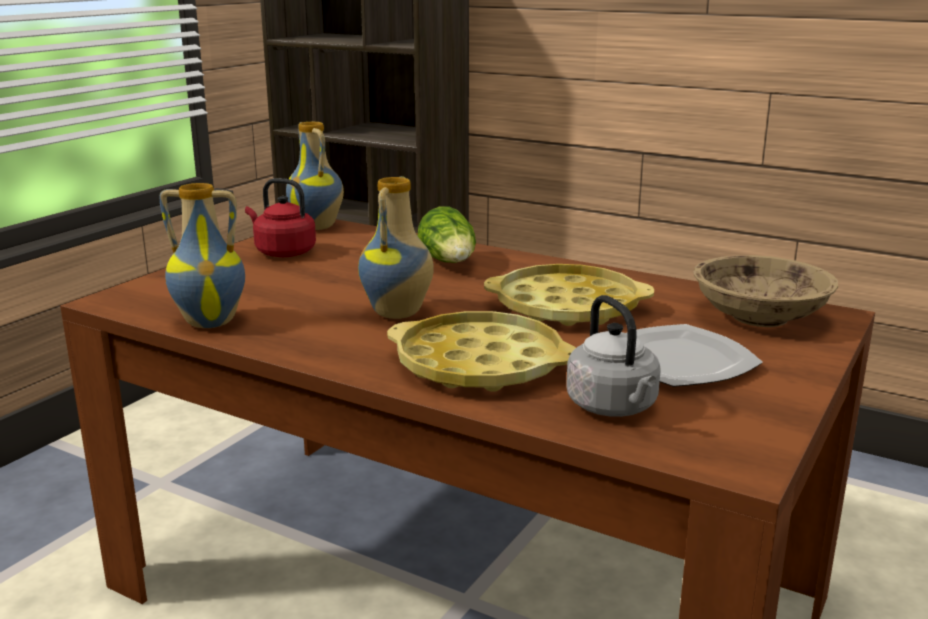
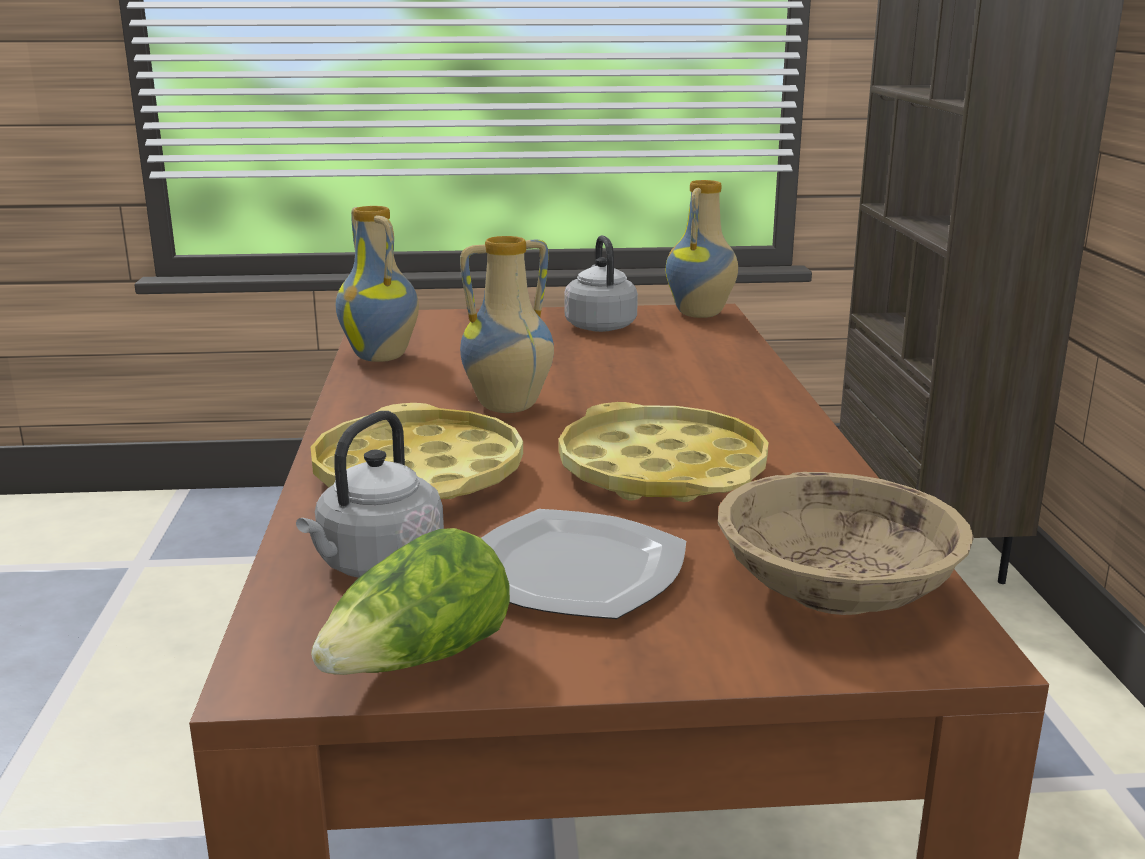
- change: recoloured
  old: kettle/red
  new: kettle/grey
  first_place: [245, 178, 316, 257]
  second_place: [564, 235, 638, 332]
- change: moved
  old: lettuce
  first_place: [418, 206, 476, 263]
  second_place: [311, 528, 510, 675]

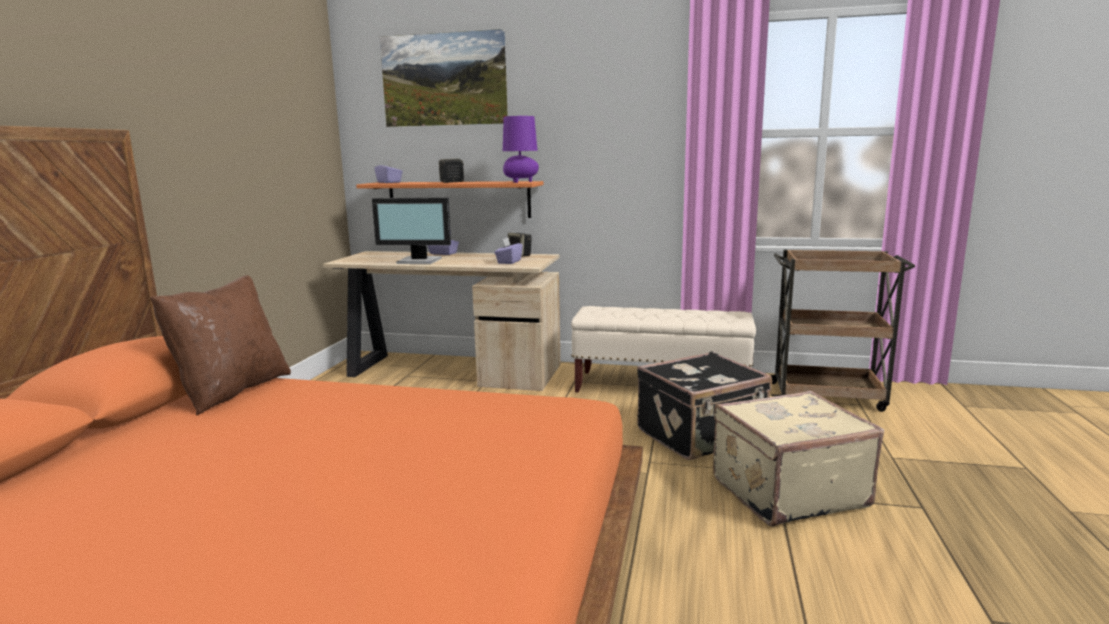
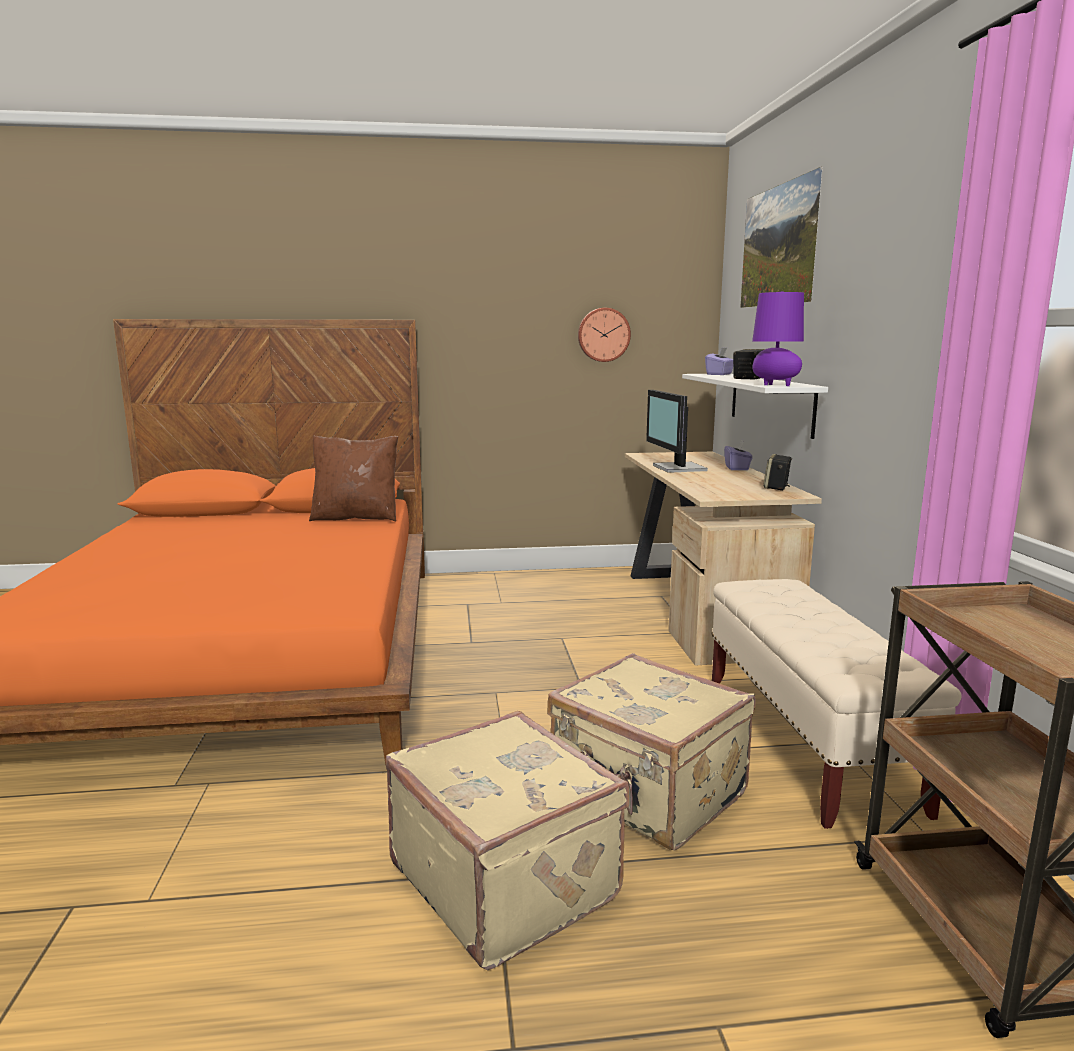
- change: recoloured
  old: shelf/orange
  new: shelf/white
  first_place: [356, 181, 544, 218]
  second_place: [682, 374, 828, 439]
- change: removed
  old: tissue box/purple
  first_place: [495, 237, 523, 264]
- change: recoloured
  old: suitcase/black
  new: suitcase/beige
  first_place: [637, 351, 772, 460]
  second_place: [547, 653, 755, 850]
- change: added
  new: wall clock
  second_place: [578, 308, 631, 362]

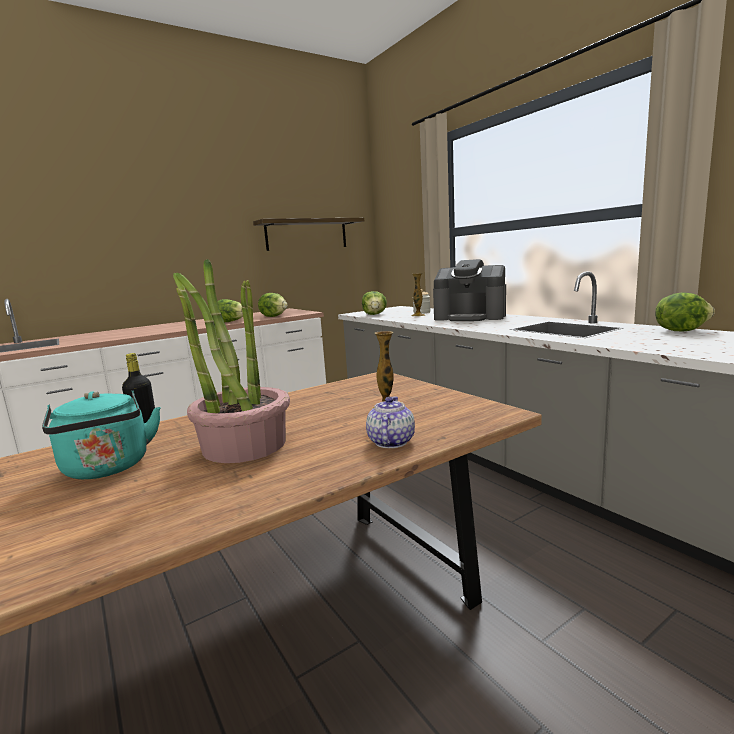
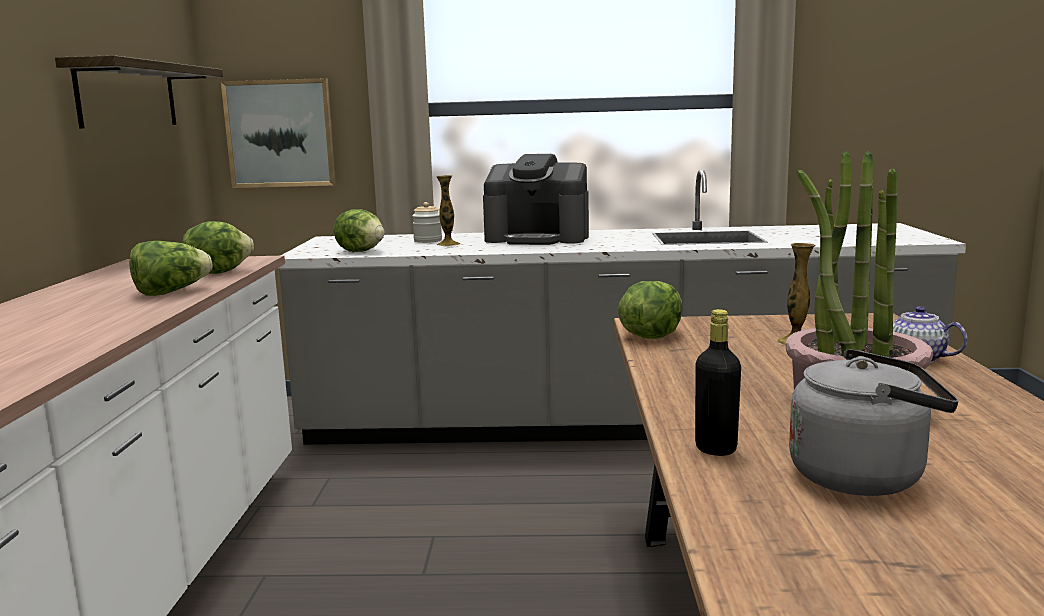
- change: recoloured
  old: kettle/turquoise
  new: kettle/grey
  first_place: [42, 391, 161, 479]
  second_place: [789, 349, 959, 496]
- change: turned
  old: coffee machine
  first_place: [433, 259, 506, 321]
  second_place: [483, 154, 589, 245]
  degrees: 45
- change: moved
  old: lettuce
  first_place: [655, 292, 715, 331]
  second_place: [618, 281, 682, 339]
- change: added
  new: picture
  second_place: [221, 78, 336, 188]

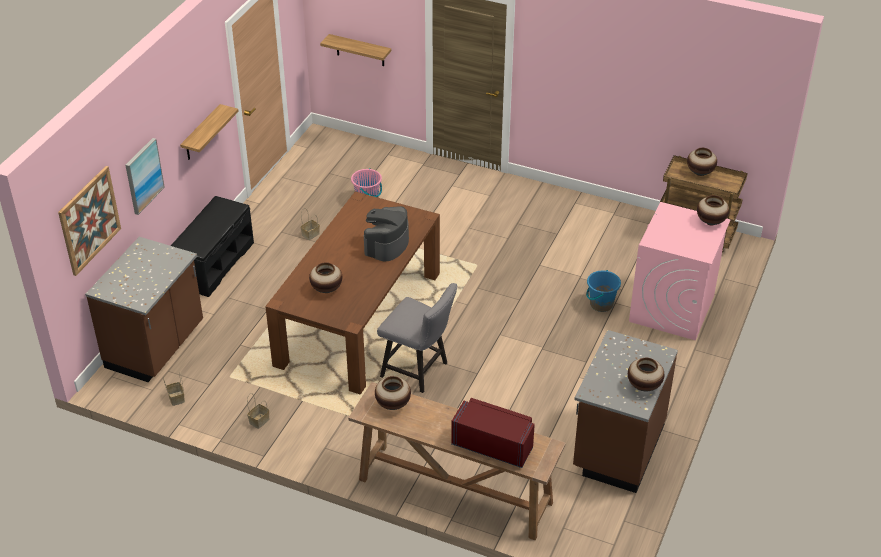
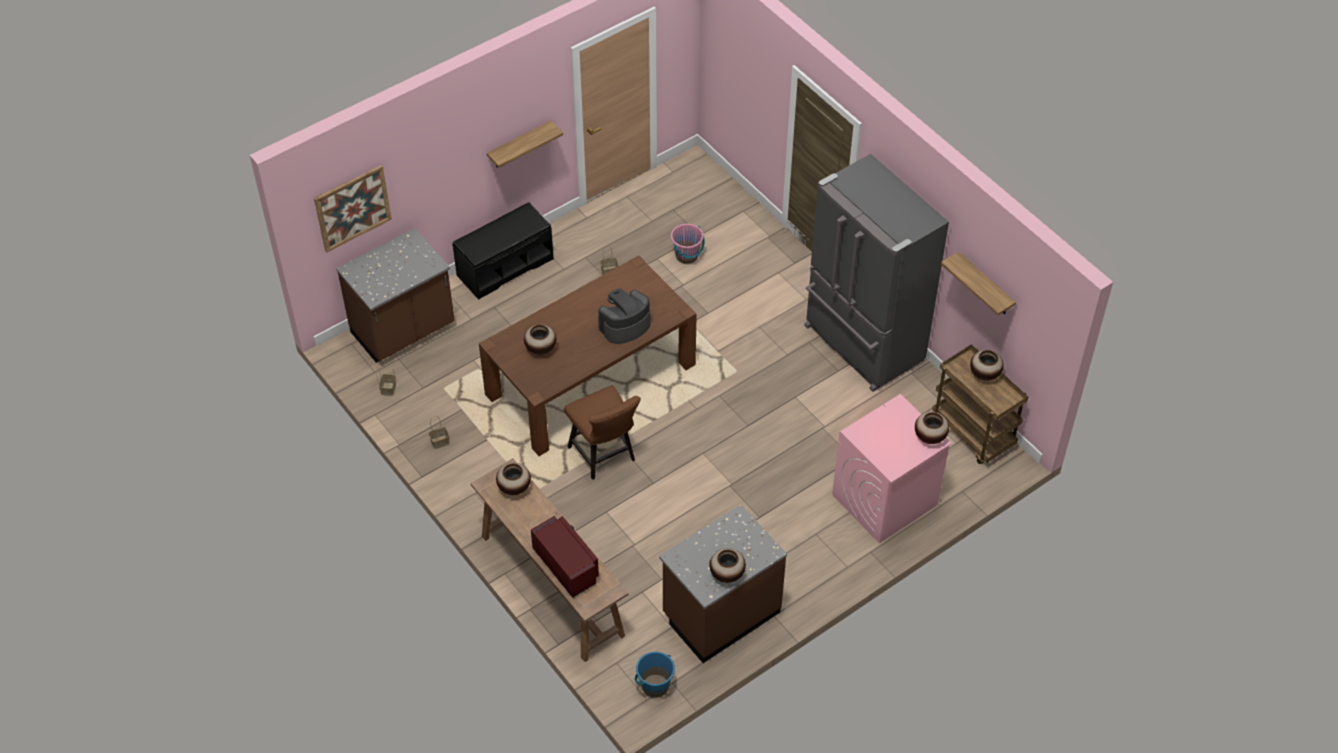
- change: removed
  old: picture
  first_place: [125, 138, 165, 215]
- change: moved
  old: shelf
  first_place: [320, 34, 391, 66]
  second_place: [941, 252, 1016, 315]
- change: recoloured
  old: chair/grey
  new: chair/brown
  first_place: [377, 283, 457, 393]
  second_place: [564, 385, 641, 480]
- change: moved
  old: bucket/blue
  first_place: [586, 270, 621, 312]
  second_place: [635, 652, 675, 698]
- change: added
  new: fridge/grey
  second_place: [804, 154, 949, 392]

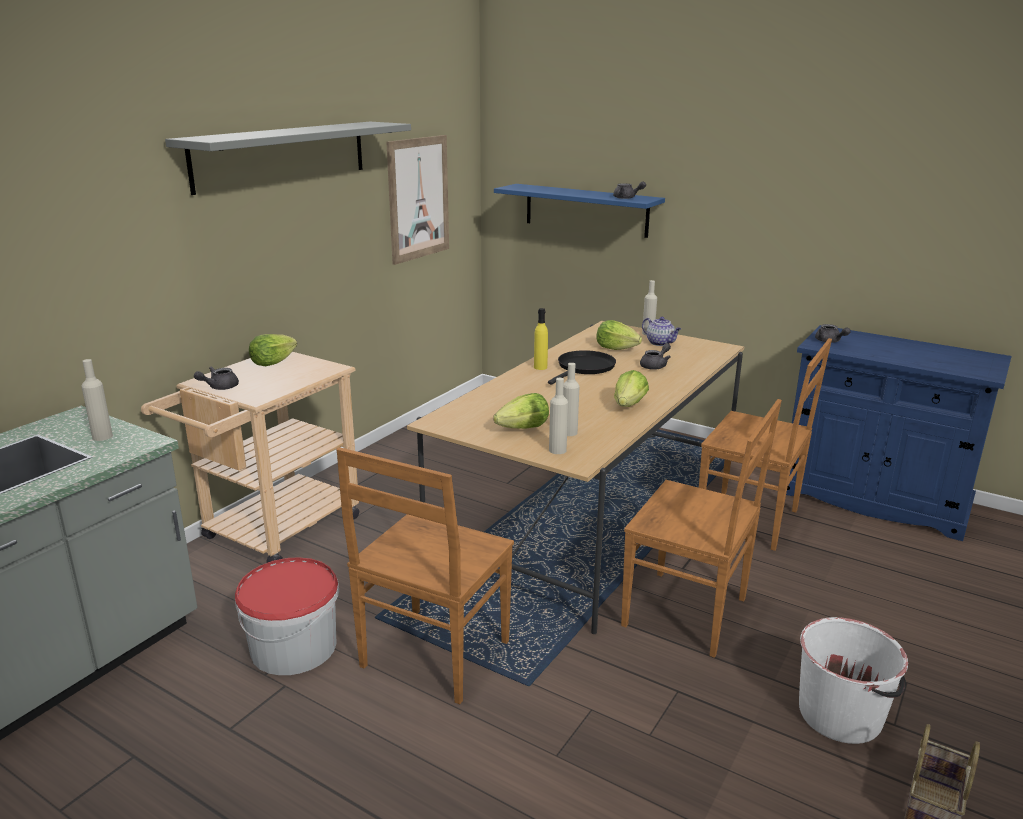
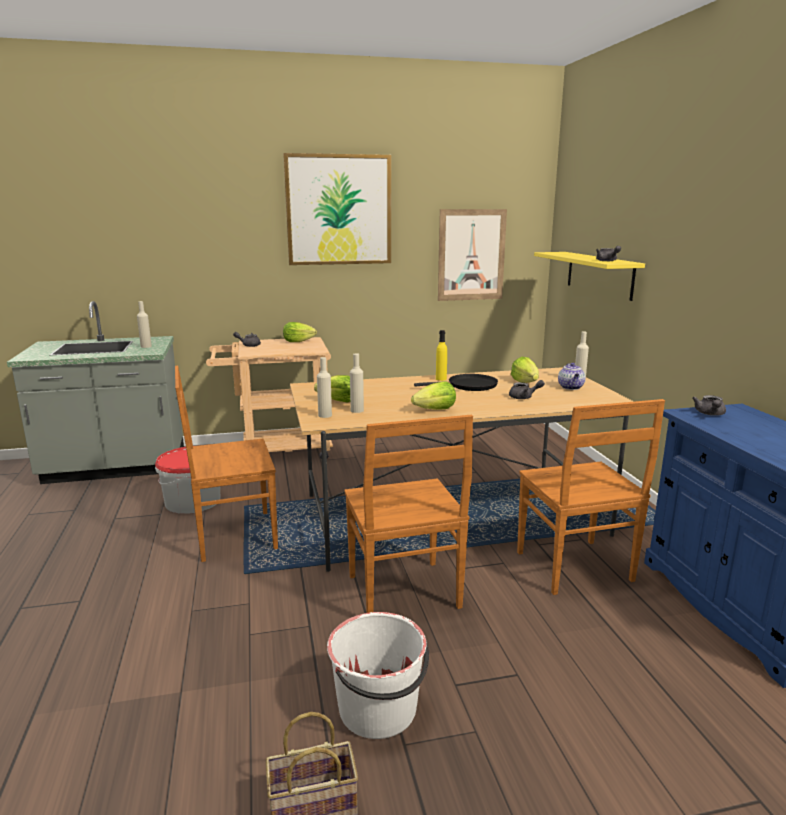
- change: replaced
  old: shelf/grey
  new: picture
  first_place: [165, 122, 411, 195]
  second_place: [283, 153, 391, 265]
- change: recoloured
  old: shelf/blue
  new: shelf/yellow
  first_place: [494, 184, 665, 238]
  second_place: [534, 252, 645, 301]

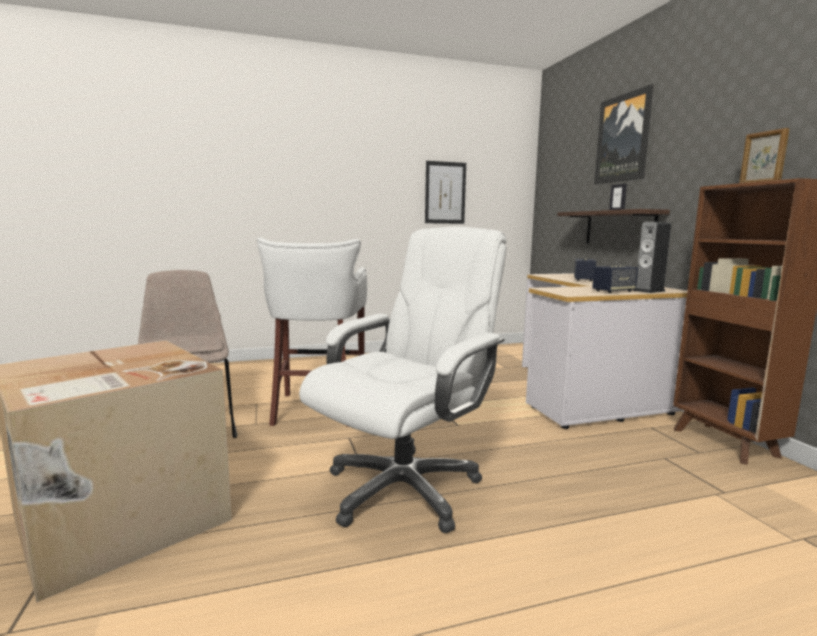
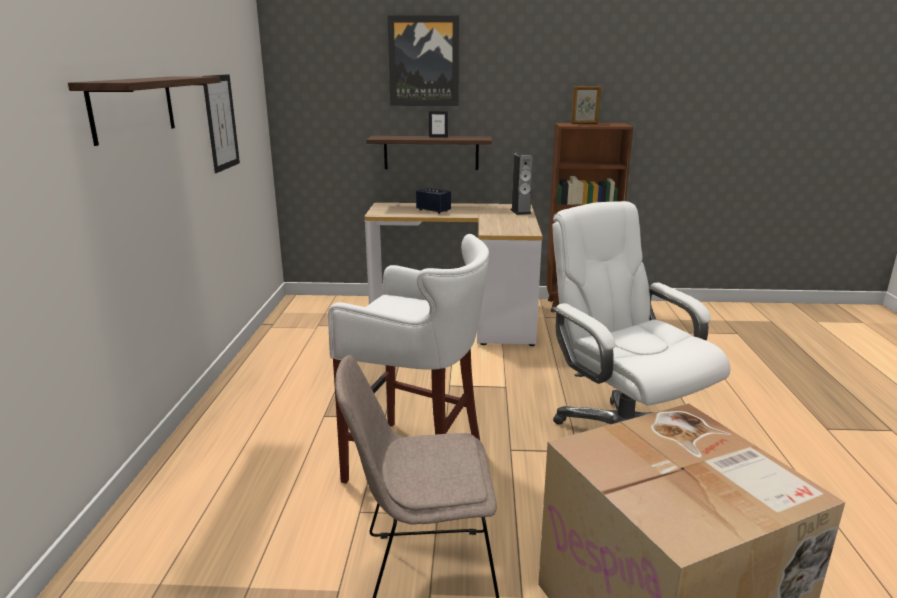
- change: removed
  old: speaker
  first_place: [592, 265, 638, 293]
- change: added
  new: shelf
  second_place: [68, 76, 220, 146]

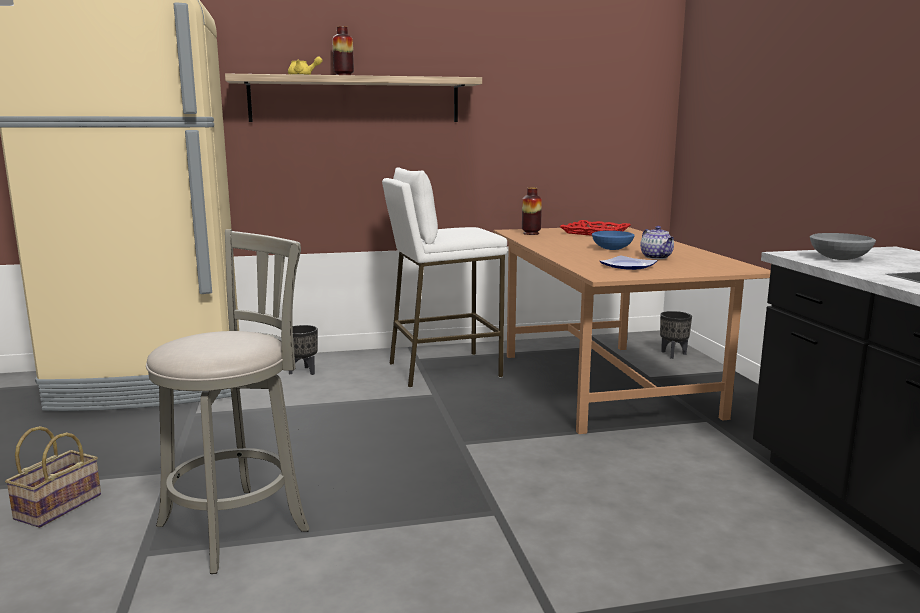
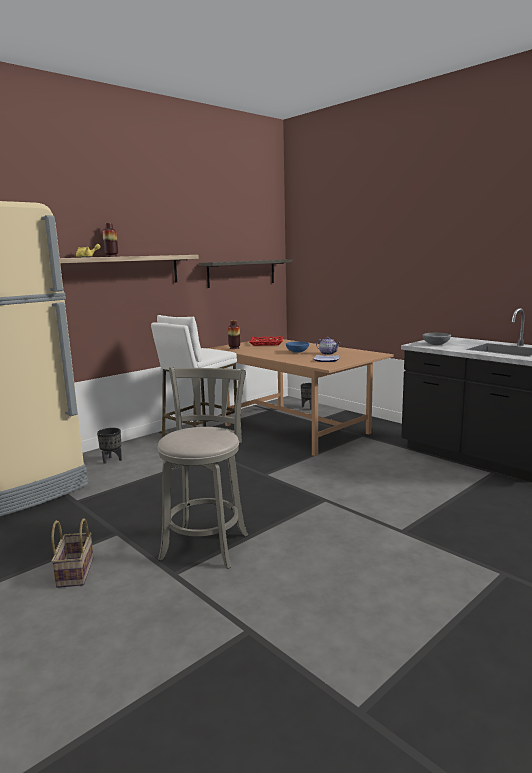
- change: added
  new: shelf
  second_place: [199, 259, 292, 288]

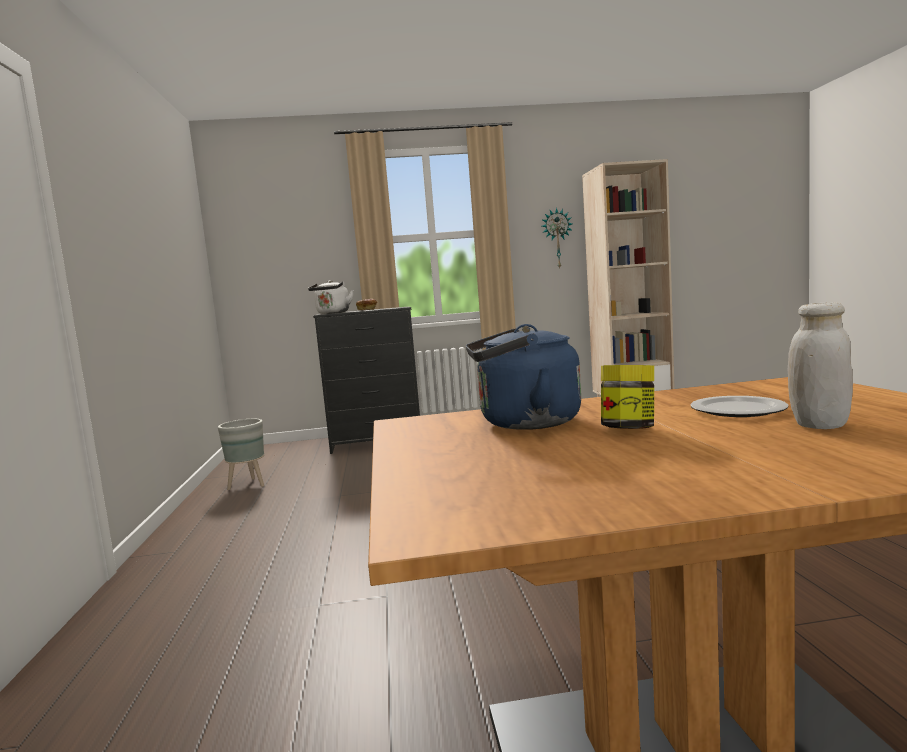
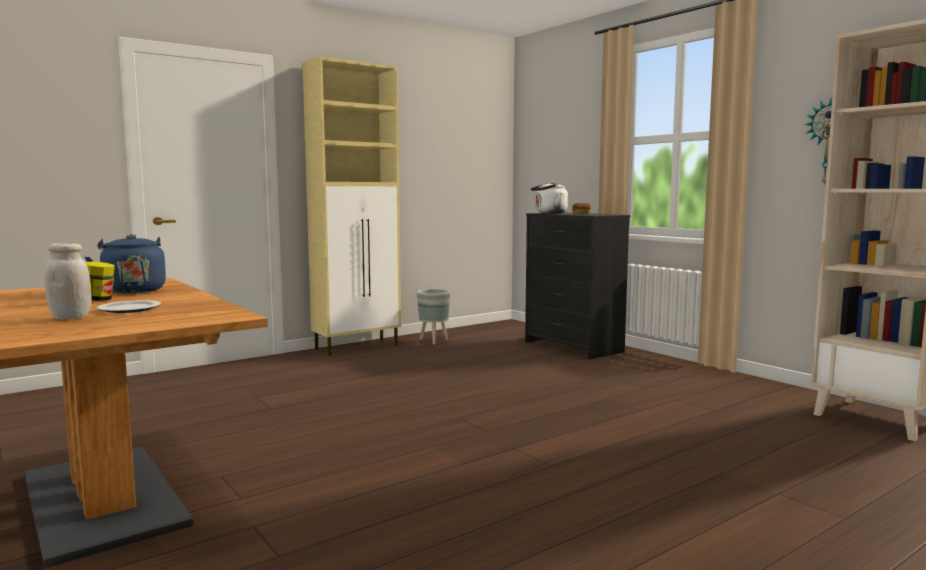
- change: added
  new: cabinet/beige
  second_place: [302, 56, 401, 356]

